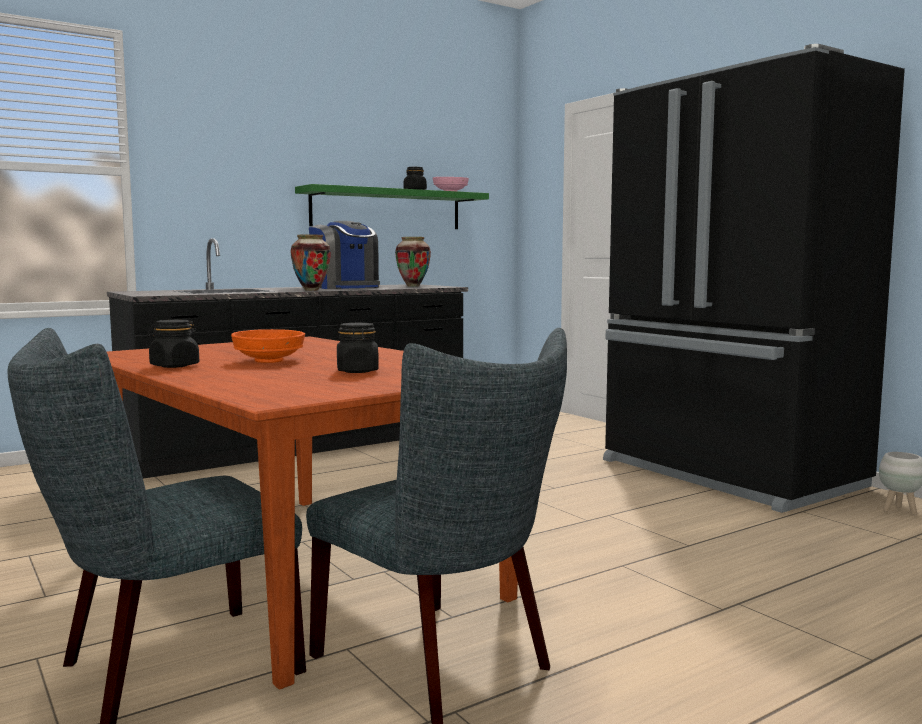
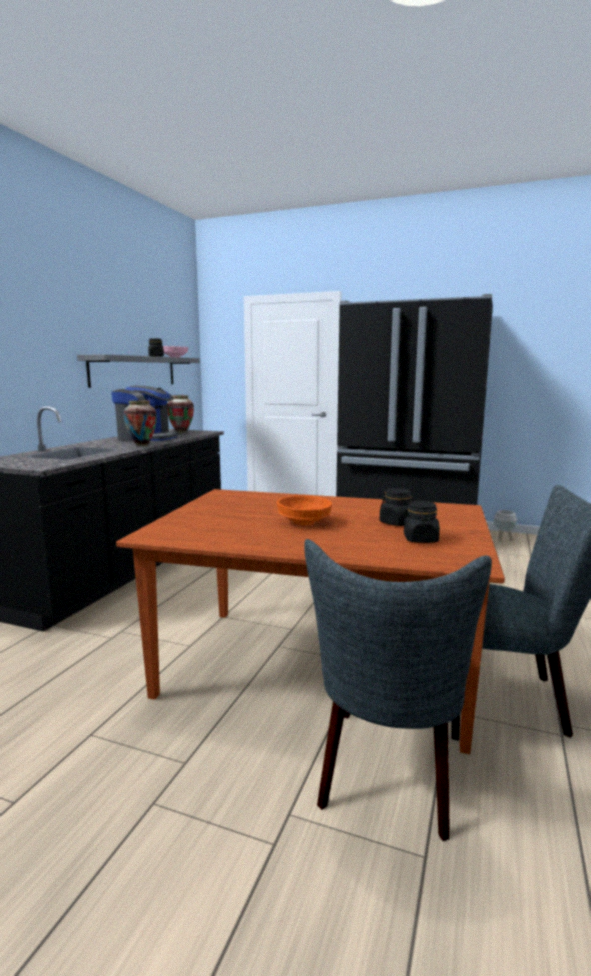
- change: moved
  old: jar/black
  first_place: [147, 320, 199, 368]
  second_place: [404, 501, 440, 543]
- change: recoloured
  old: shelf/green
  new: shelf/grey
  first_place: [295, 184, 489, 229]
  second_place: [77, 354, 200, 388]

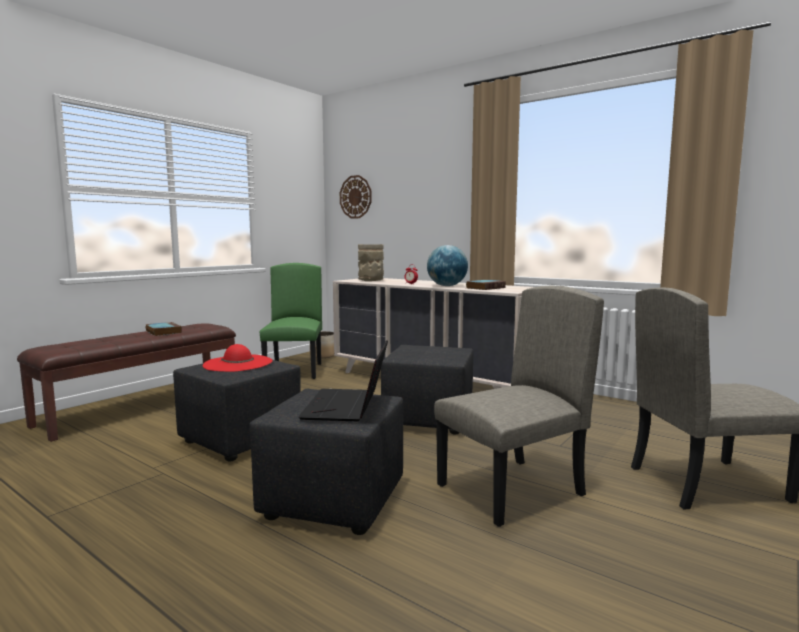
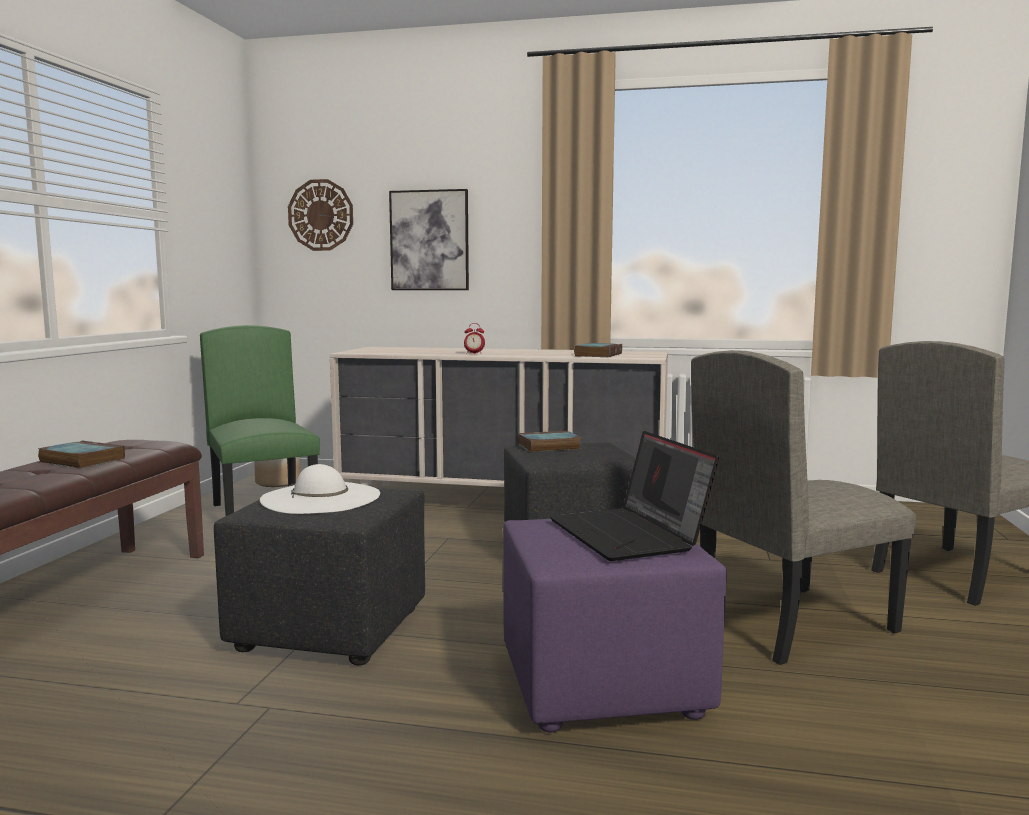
- change: recoloured
  old: hat/red
  new: hat/white
  first_place: [203, 344, 273, 372]
  second_place: [260, 464, 380, 514]
- change: recoloured
  old: ottoman/black
  new: ottoman/purple
  first_place: [249, 389, 403, 535]
  second_place: [503, 519, 727, 733]
- change: removed
  old: vase/beige
  first_place: [358, 244, 384, 281]
- change: removed
  old: globe
  first_place: [427, 245, 468, 286]
- change: turned
  old: chair/beige
  first_place: [434, 285, 604, 527]
  second_place: [691, 350, 916, 665]
  degrees: -150
- change: added
  new: picture
  second_place: [389, 189, 469, 290]
- change: added
  new: book
  second_place: [518, 431, 582, 452]

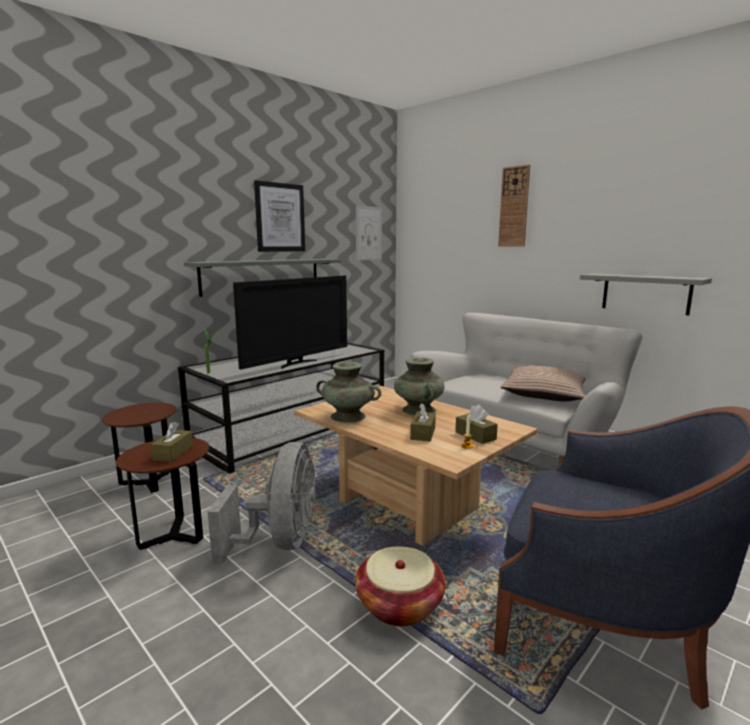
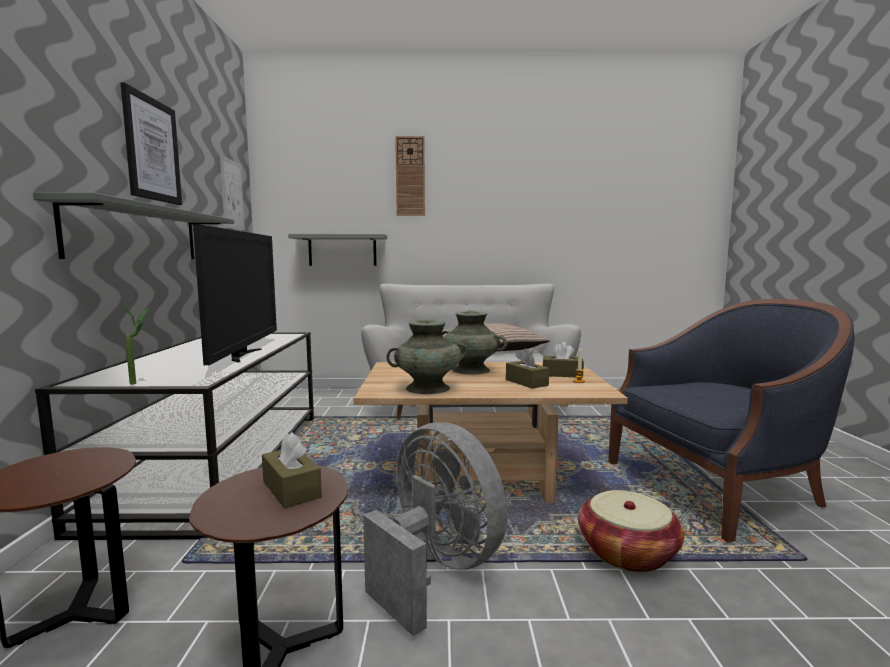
- change: moved
  old: shelf/grey
  first_place: [580, 274, 712, 315]
  second_place: [288, 234, 387, 266]

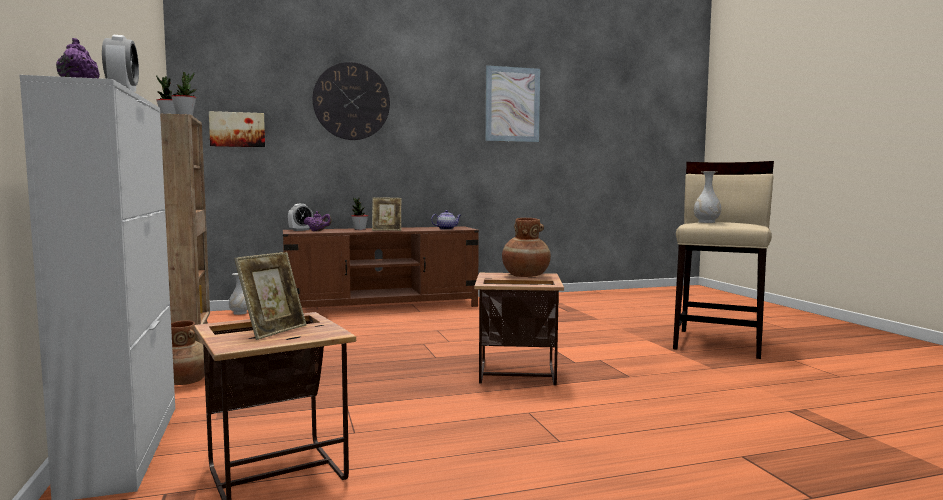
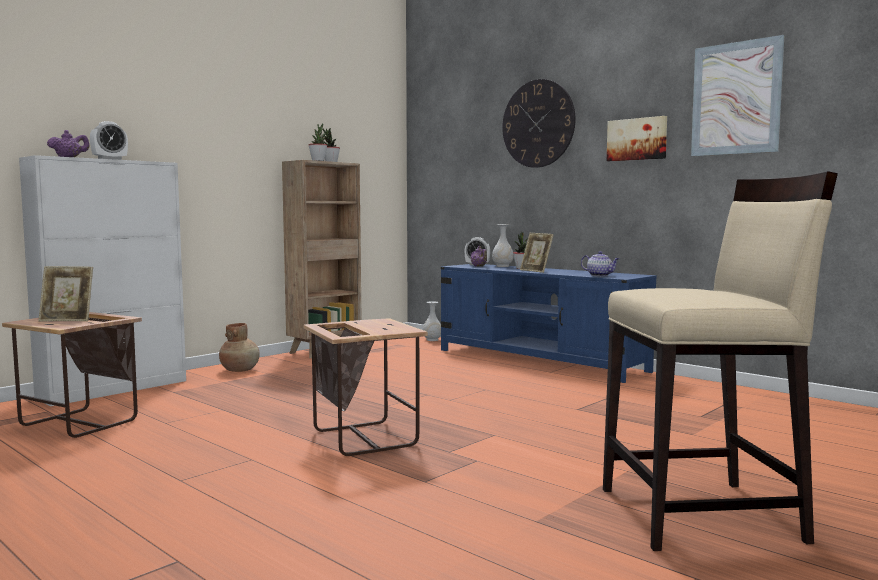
- change: moved
  old: picture
  first_place: [209, 111, 265, 147]
  second_place: [607, 116, 667, 161]
- change: recoloured
  old: tv stand/brown
  new: tv stand/blue
  first_place: [283, 226, 479, 308]
  second_place: [441, 264, 657, 383]
- change: removed
  old: vase/brown
  first_place: [502, 218, 551, 277]
- change: moved
  old: vase/white
  first_place: [694, 171, 721, 223]
  second_place: [492, 224, 514, 267]

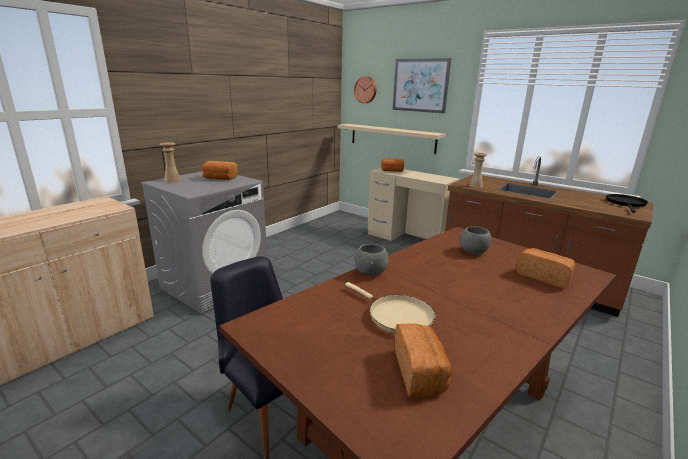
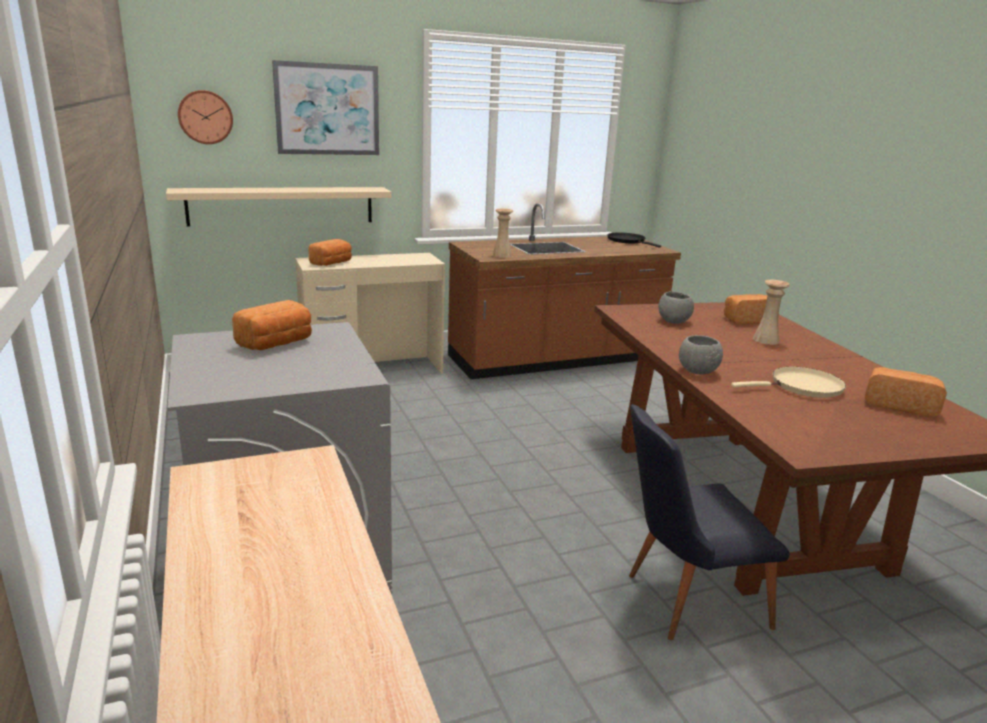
- change: moved
  old: vase/beige
  first_place: [160, 142, 181, 183]
  second_place: [753, 280, 790, 345]

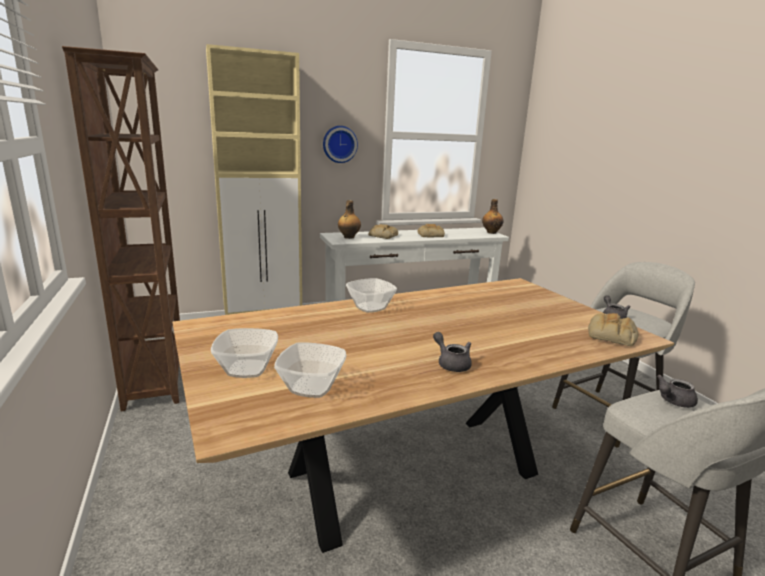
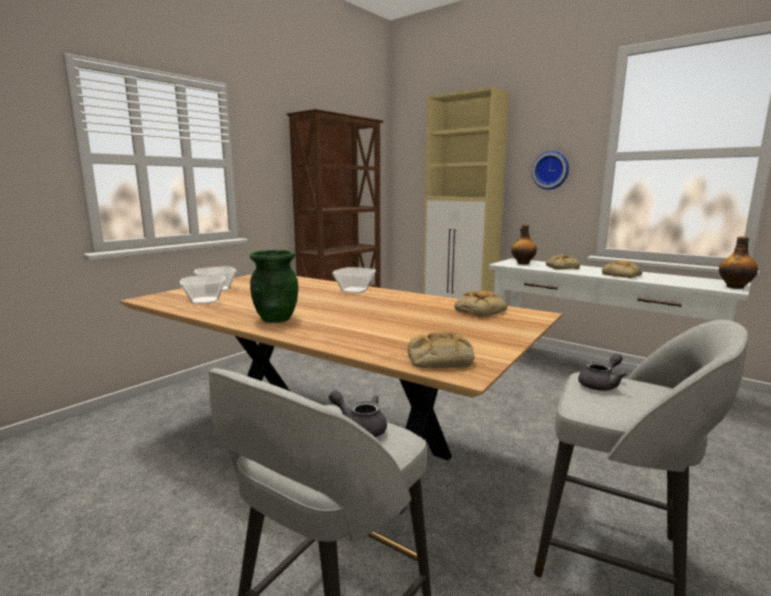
- change: replaced
  old: teapot/grey
  new: vase/green
  first_place: [433, 332, 472, 372]
  second_place: [250, 250, 298, 323]
- change: added
  new: bread
  second_place: [454, 290, 507, 317]

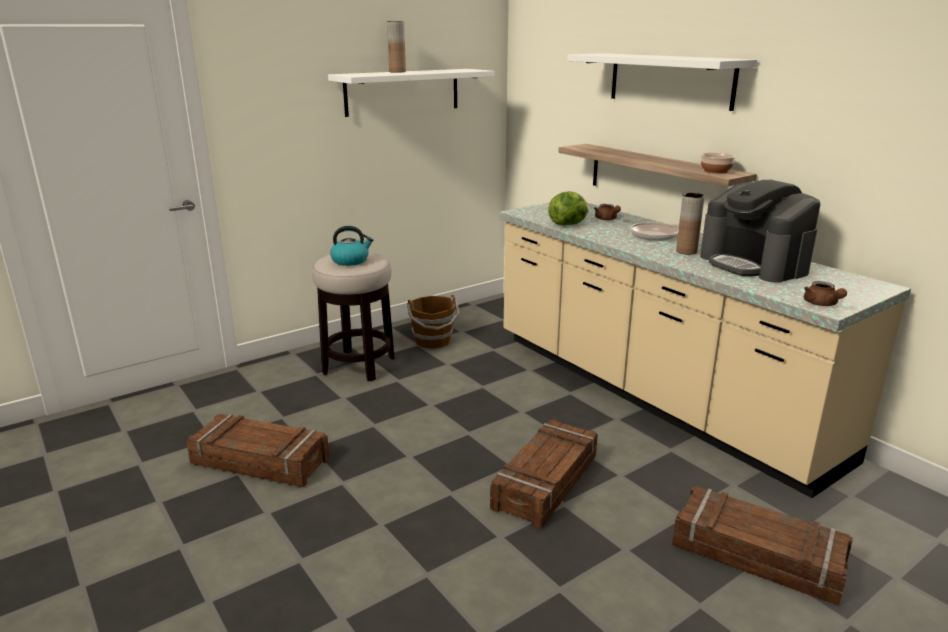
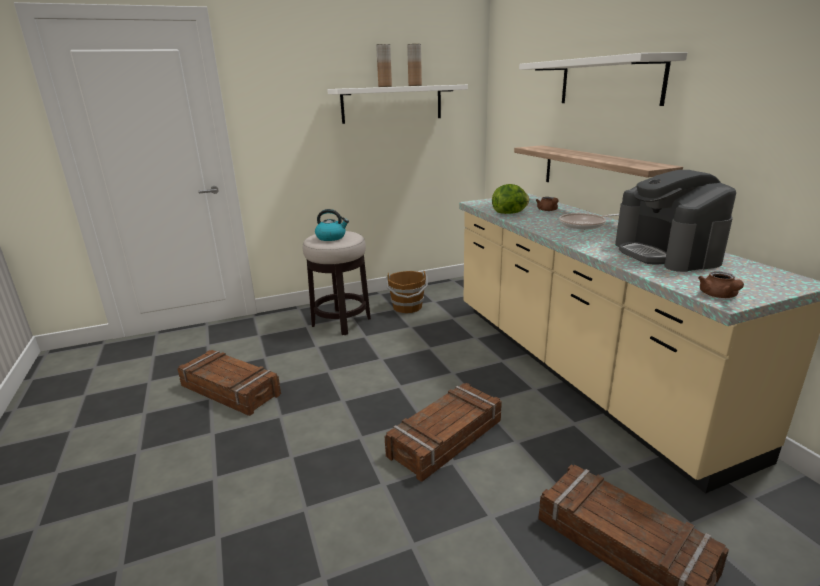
- change: moved
  old: vase/brown
  first_place: [676, 193, 705, 255]
  second_place: [407, 44, 422, 86]
- change: removed
  old: bowl
  first_place: [701, 153, 735, 174]

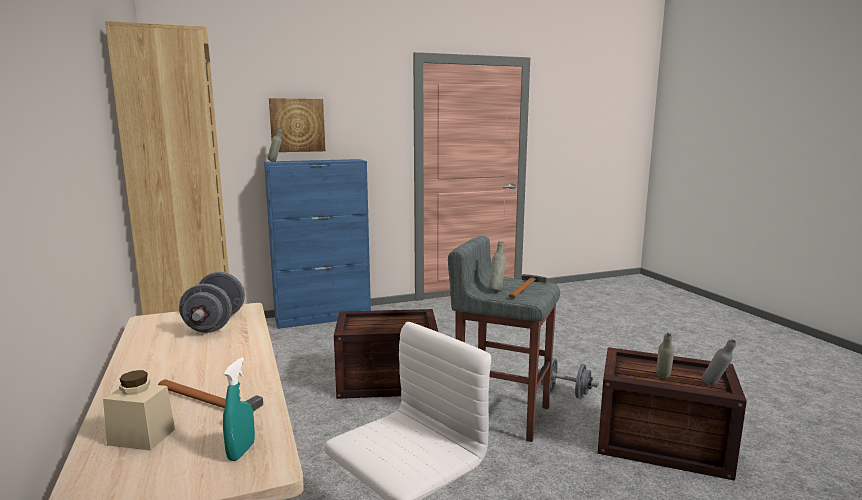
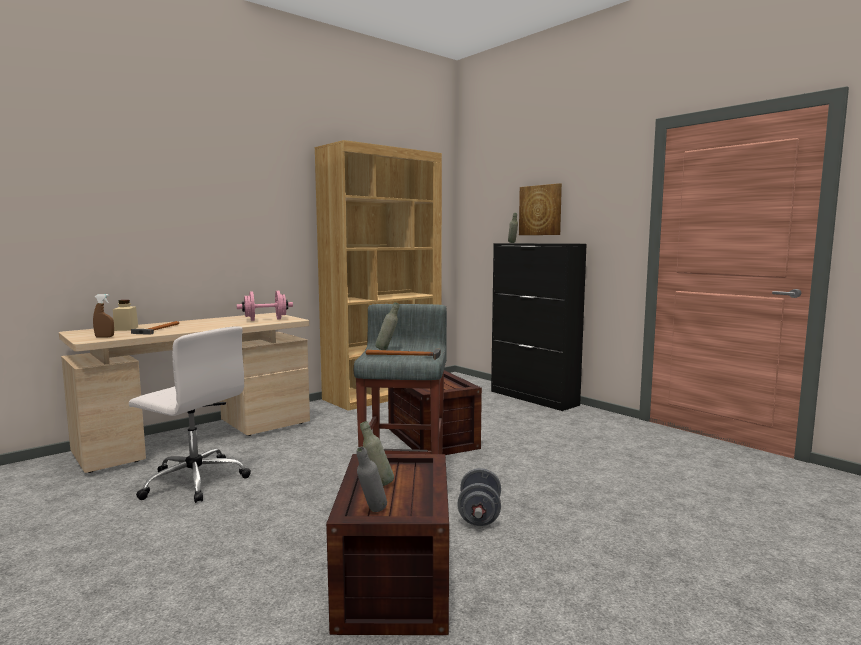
- change: recoloured
  old: dumbbell/grey
  new: dumbbell/pink
  first_place: [179, 272, 245, 333]
  second_place: [237, 291, 293, 321]
- change: recoloured
  old: spray bottle/turquoise
  new: spray bottle/brown
  first_place: [223, 357, 255, 461]
  second_place: [93, 294, 114, 338]
- change: recoloured
  old: cabinet/blue
  new: cabinet/black
  first_place: [264, 159, 371, 329]
  second_place: [491, 243, 587, 411]

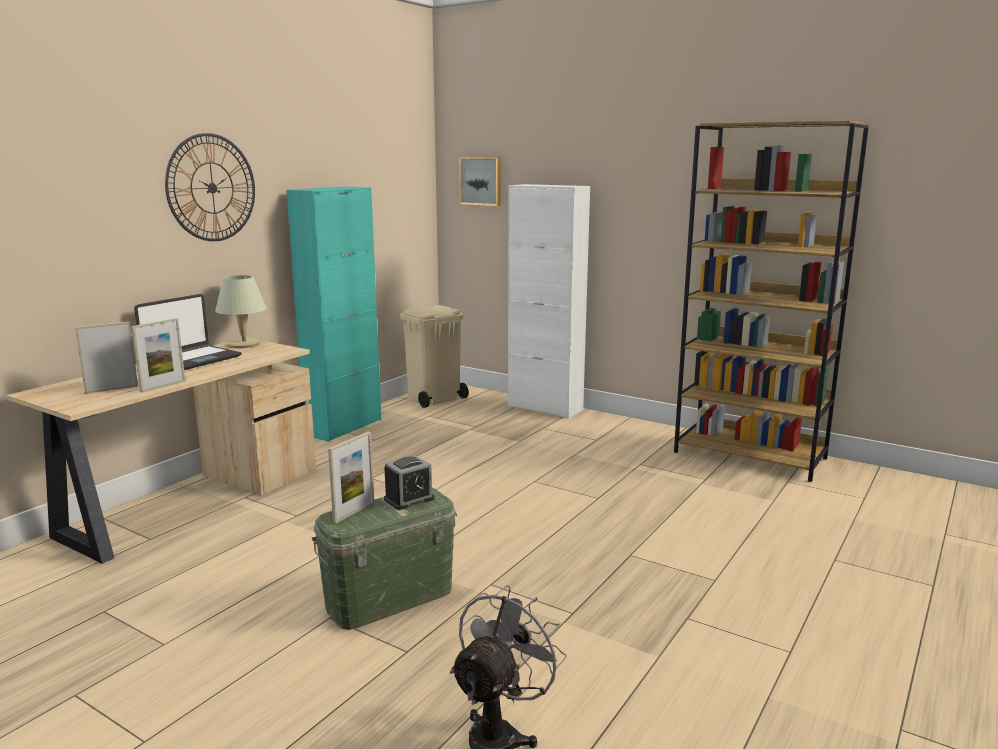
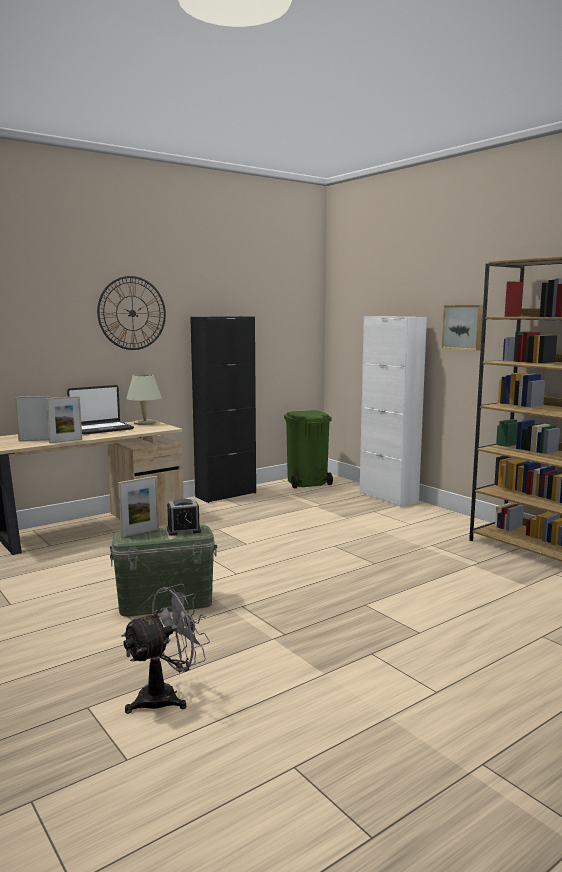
- change: recoloured
  old: cabinet/turquoise
  new: cabinet/black
  first_place: [286, 187, 381, 442]
  second_place: [190, 316, 256, 503]
- change: recoloured
  old: trash can/beige
  new: trash can/green
  first_place: [400, 305, 469, 408]
  second_place: [284, 410, 333, 488]
- change: moved
  old: picture
  first_place: [459, 157, 501, 206]
  second_place: [442, 305, 483, 350]

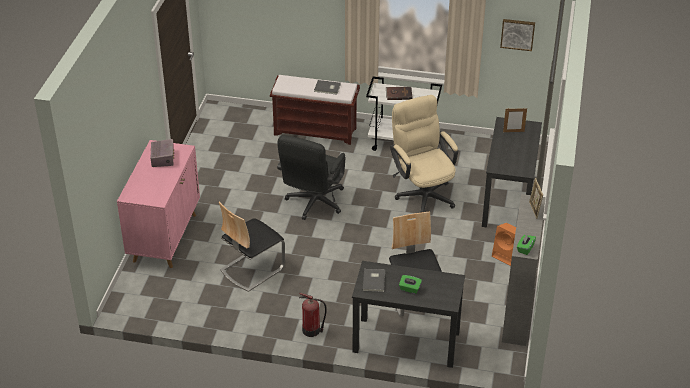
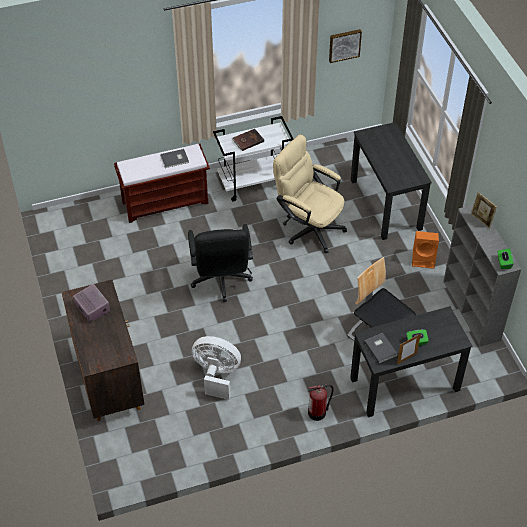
- change: recoloured
  old: cabinet/pink
  new: cabinet/brown
  first_place: [117, 140, 200, 268]
  second_place: [62, 280, 145, 421]
- change: replaced
  old: chair
  new: fan/white
  first_place: [219, 201, 285, 292]
  second_place: [192, 336, 241, 400]
- change: moved
  old: picture frame
  first_place: [503, 108, 527, 132]
  second_place: [397, 334, 421, 364]

